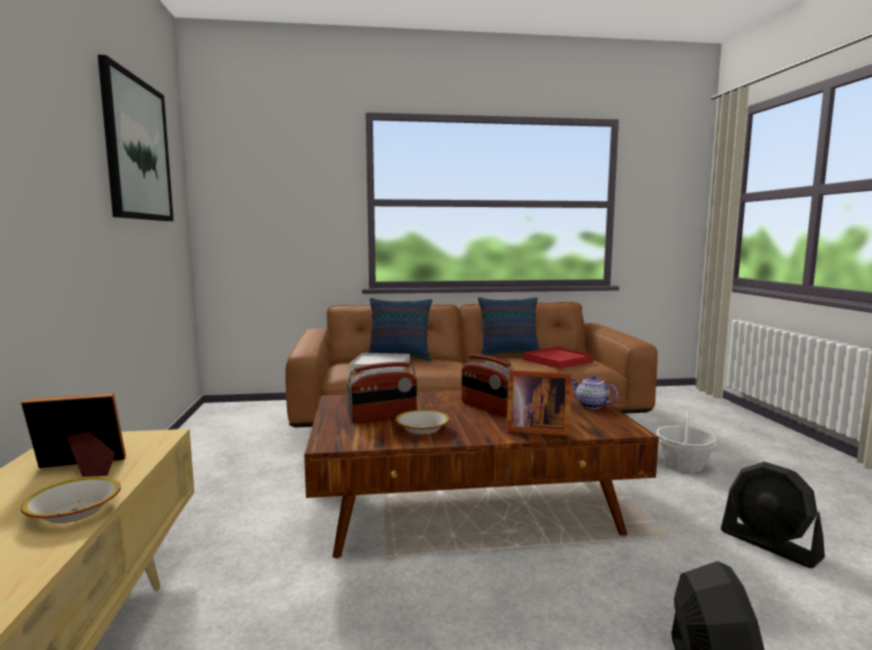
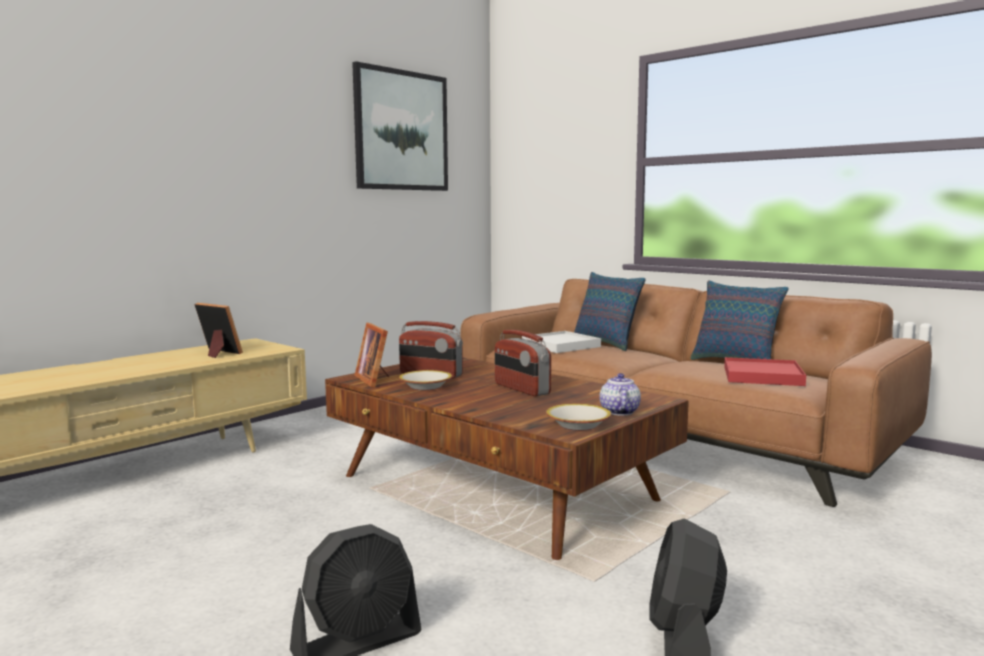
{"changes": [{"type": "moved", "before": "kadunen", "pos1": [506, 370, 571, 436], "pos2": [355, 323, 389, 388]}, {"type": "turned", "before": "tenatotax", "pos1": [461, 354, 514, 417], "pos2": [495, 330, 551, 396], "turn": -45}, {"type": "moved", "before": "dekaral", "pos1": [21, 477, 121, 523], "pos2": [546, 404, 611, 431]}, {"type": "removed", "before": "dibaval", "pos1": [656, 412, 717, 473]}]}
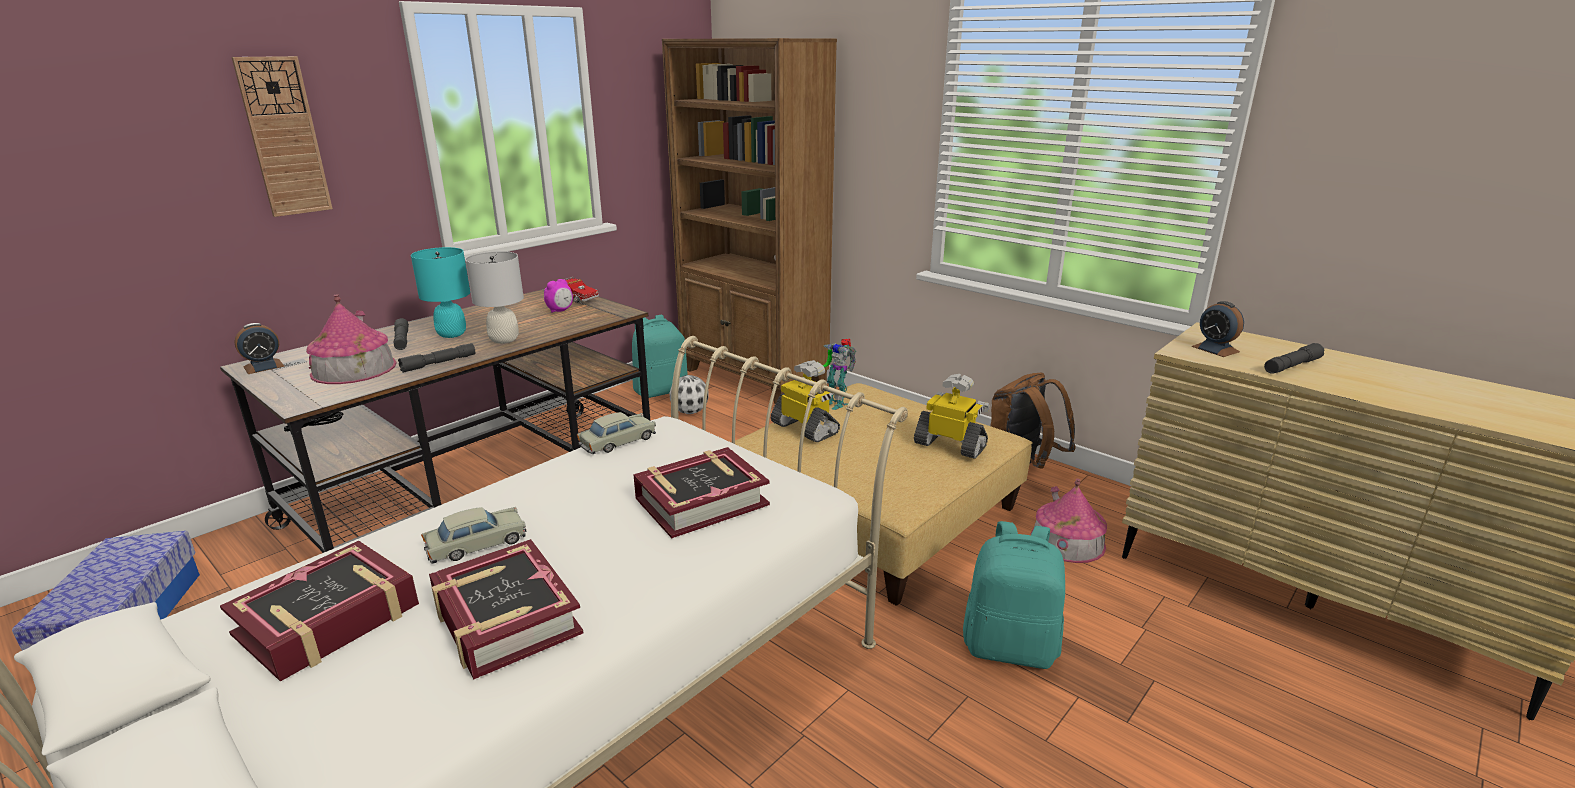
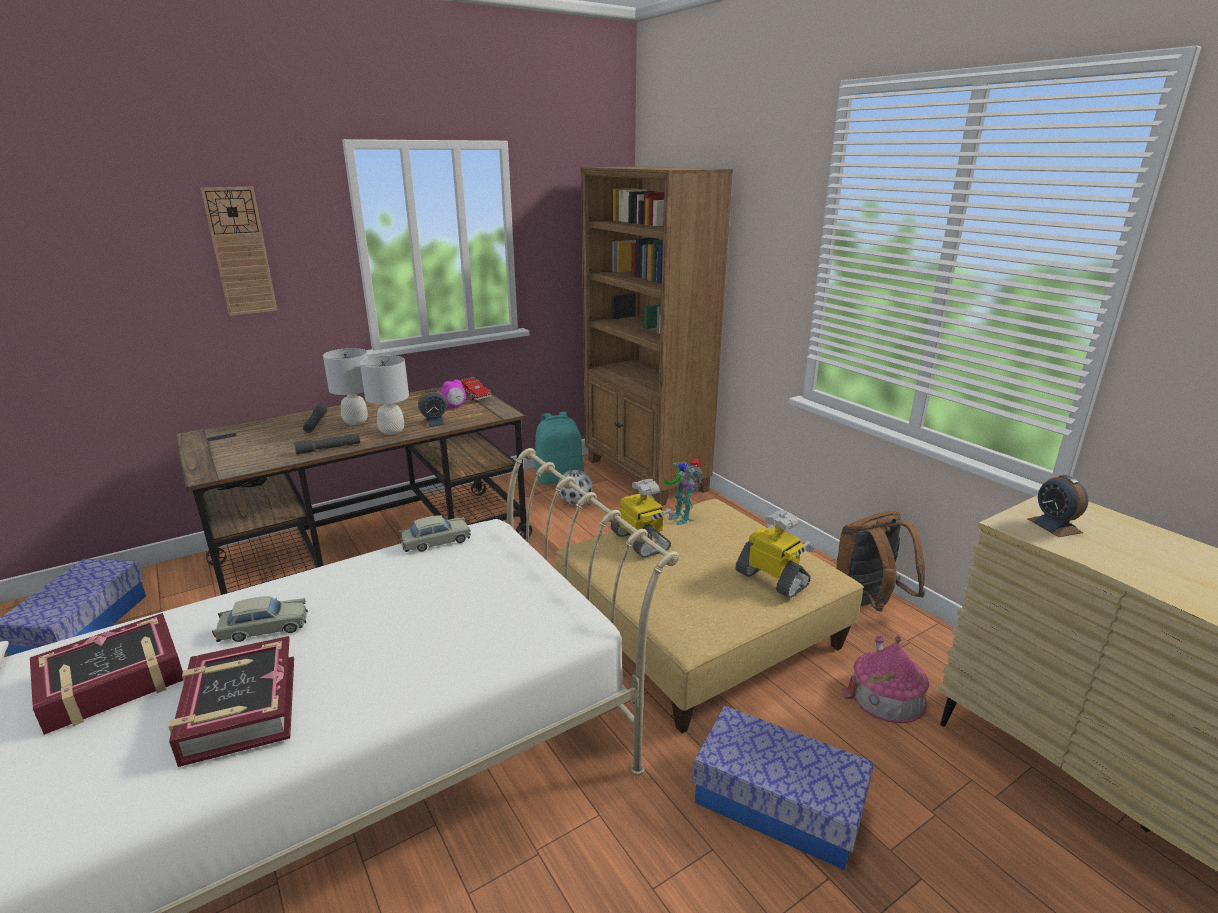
{"changes": [{"type": "recoloured", "before": "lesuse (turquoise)", "after": "lesuse (grey)", "pos1": [411, 247, 470, 338], "pos2": [323, 348, 368, 425]}, {"type": "moved", "before": "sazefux", "pos1": [234, 323, 285, 374], "pos2": [418, 389, 449, 428]}, {"type": "replaced", "before": "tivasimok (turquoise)", "after": "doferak", "pos1": [963, 521, 1065, 669], "pos2": [692, 705, 874, 870]}, {"type": "removed", "before": "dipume", "pos1": [306, 294, 397, 384]}, {"type": "removed", "before": "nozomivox", "pos1": [633, 447, 770, 538]}, {"type": "removed", "before": "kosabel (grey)", "pos1": [1264, 343, 1324, 374]}]}
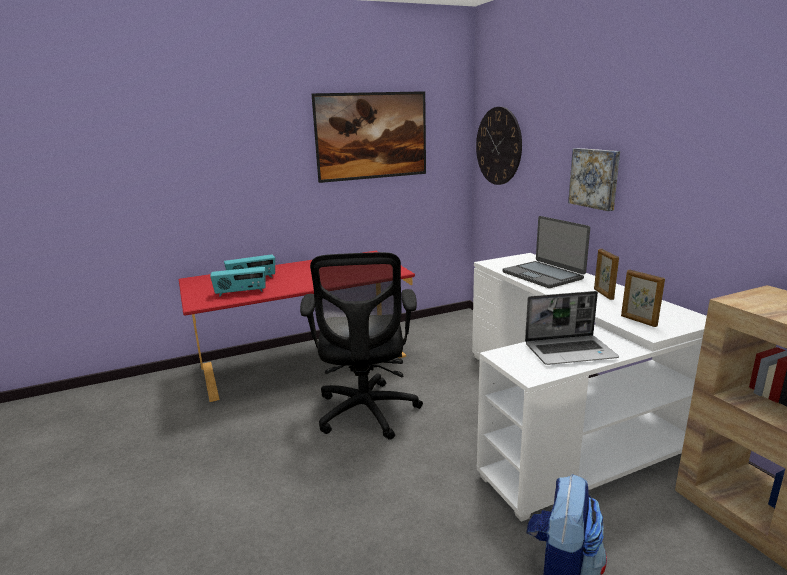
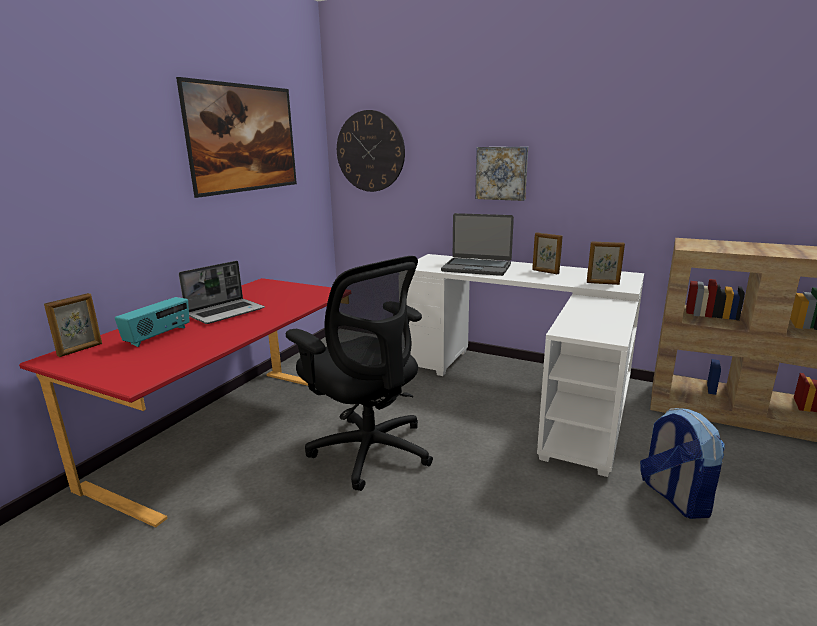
{"changes": [{"type": "added", "after": "kadunen", "pos2": [44, 293, 102, 357]}, {"type": "moved", "before": "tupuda", "pos1": [525, 291, 619, 365], "pos2": [179, 261, 265, 324]}, {"type": "removed", "before": "tenatotax", "pos1": [210, 267, 266, 297]}]}
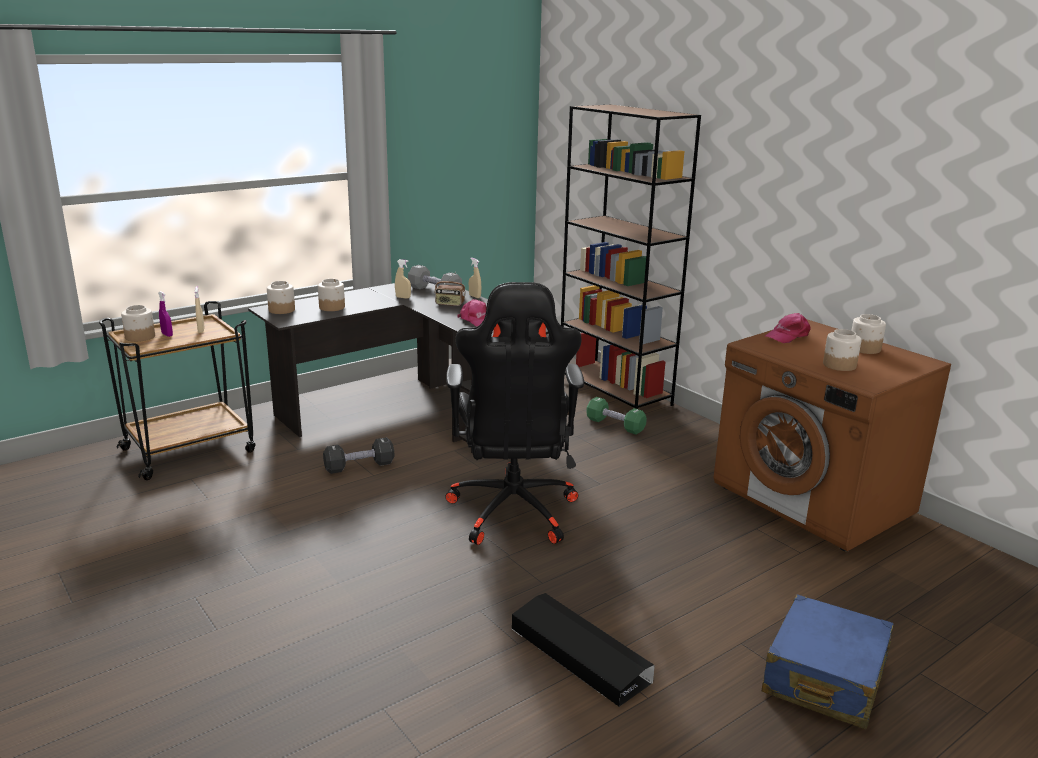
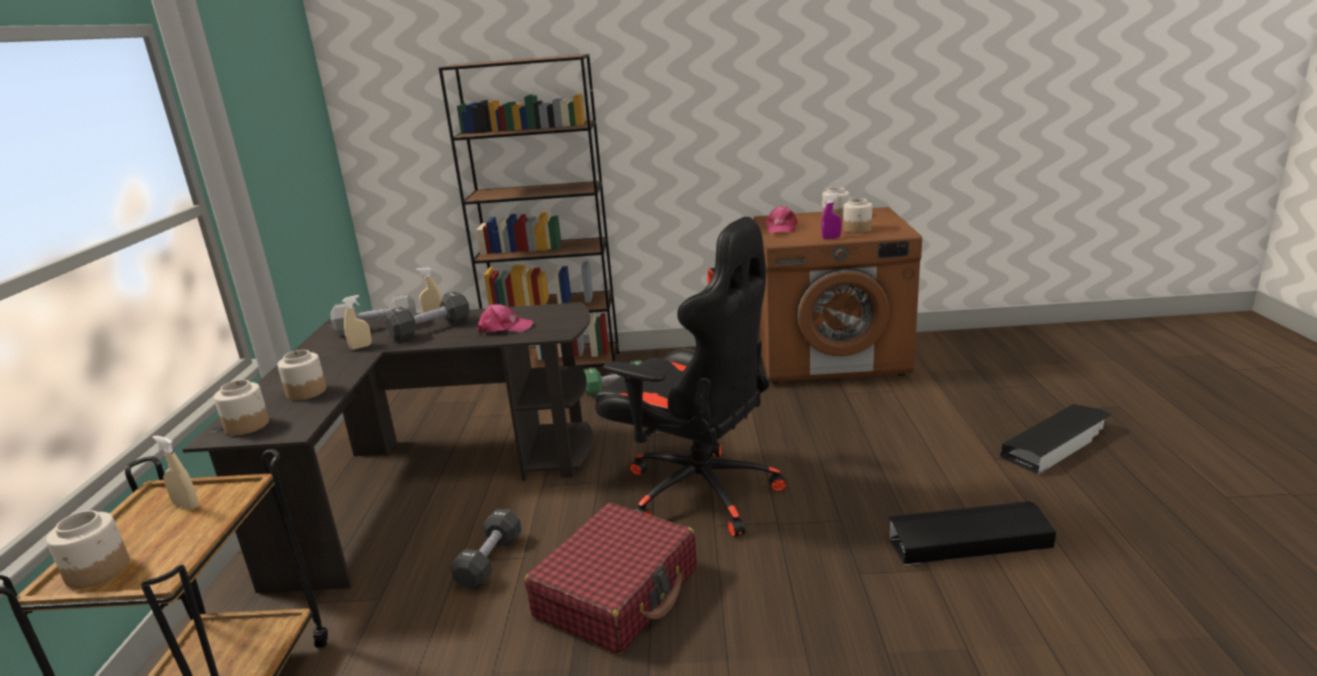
{"changes": [{"type": "replaced", "before": "tenatotax", "after": "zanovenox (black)", "pos1": [434, 272, 466, 306], "pos2": [385, 291, 470, 342]}, {"type": "added", "after": "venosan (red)", "pos2": [525, 503, 697, 655]}, {"type": "moved", "before": "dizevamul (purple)", "pos1": [158, 291, 173, 337], "pos2": [821, 193, 842, 239]}, {"type": "replaced", "before": "venosan (blue)", "after": "doferak (black)", "pos1": [762, 594, 894, 729], "pos2": [1000, 404, 1112, 474]}]}
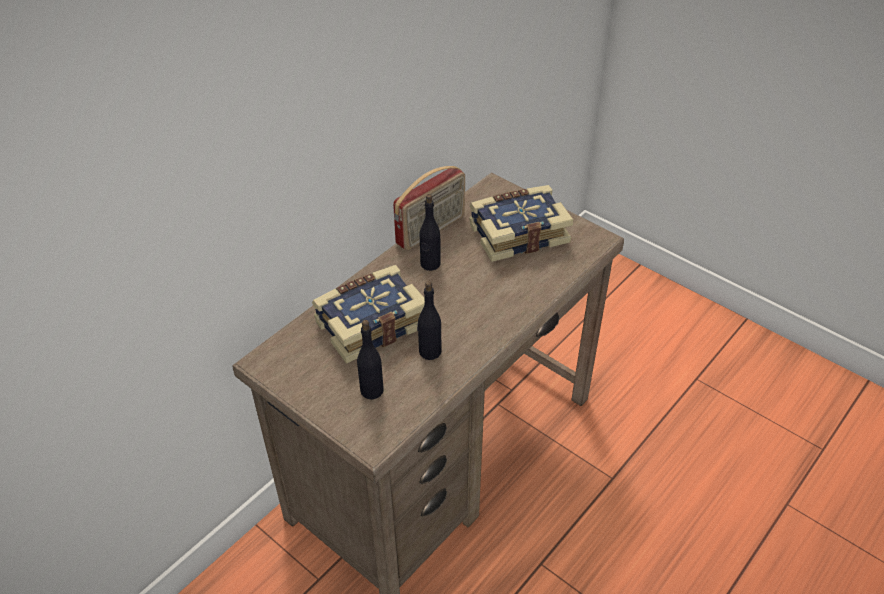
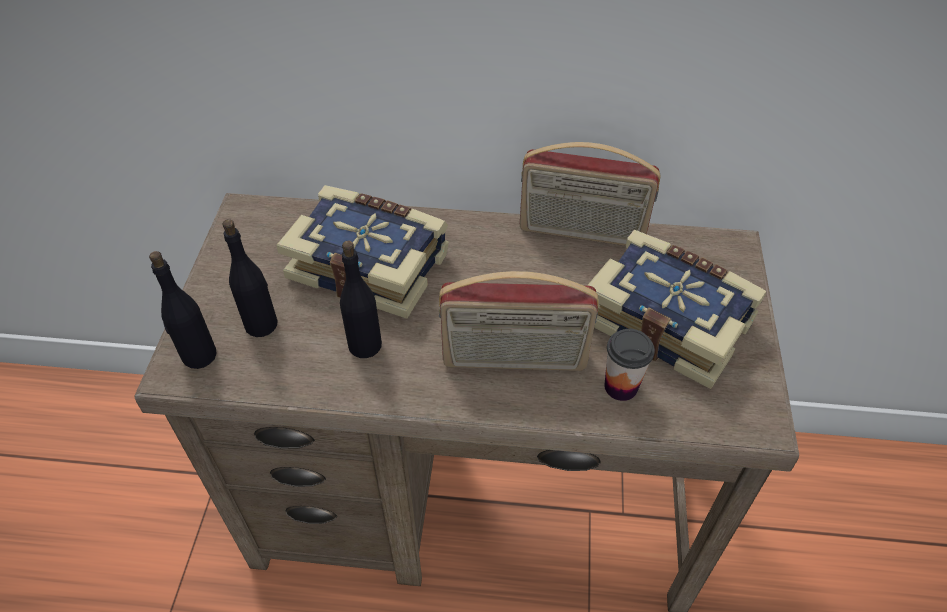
{"changes": [{"type": "moved", "before": "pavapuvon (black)", "pos1": [420, 194, 441, 271], "pos2": [149, 251, 217, 369]}, {"type": "added", "after": "tenatotax", "pos2": [439, 271, 599, 371]}, {"type": "added", "after": "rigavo", "pos2": [604, 329, 655, 401]}]}
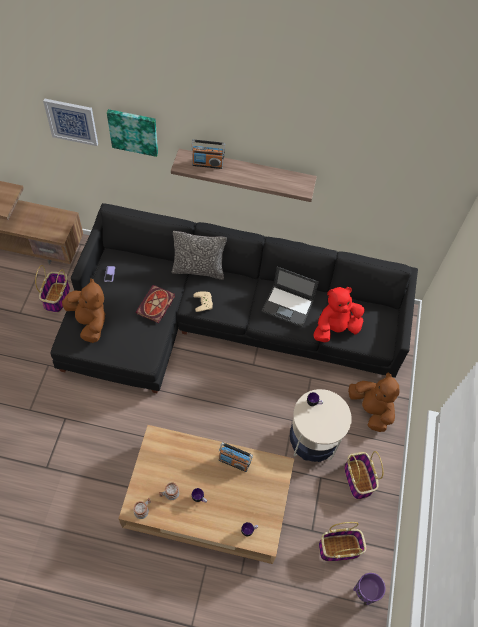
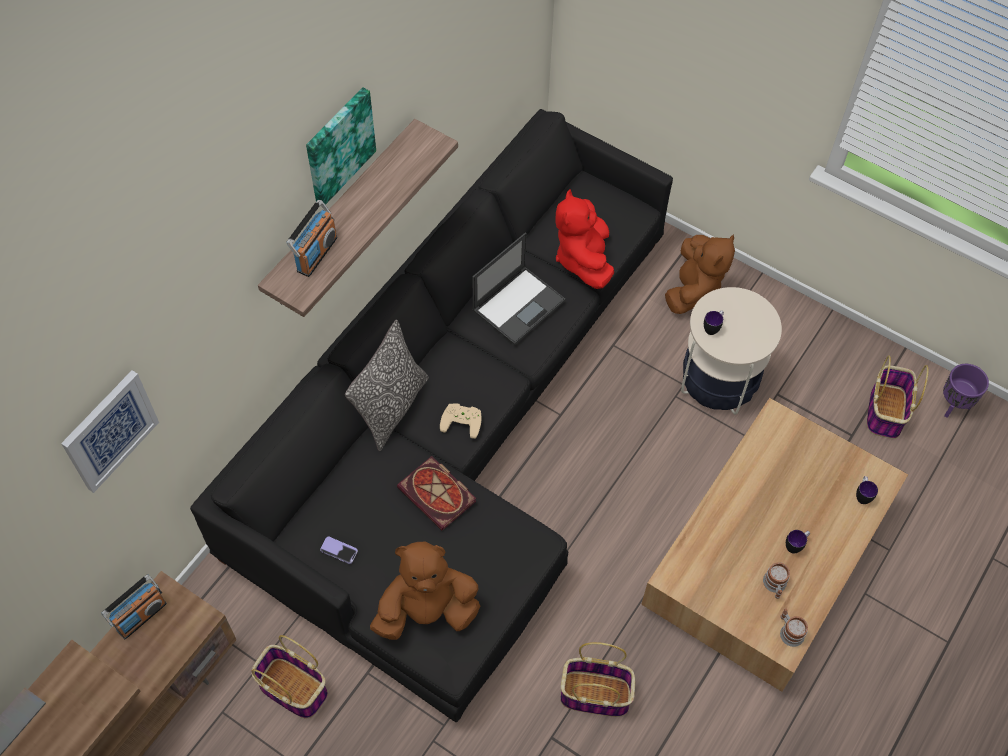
{"changes": [{"type": "moved", "before": "tenatotax", "pos1": [219, 442, 253, 472], "pos2": [102, 574, 167, 639]}, {"type": "moved", "before": "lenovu", "pos1": [107, 109, 158, 157], "pos2": [306, 87, 376, 206]}, {"type": "moved", "before": "dibaval", "pos1": [344, 451, 384, 500], "pos2": [560, 642, 635, 717]}, {"type": "turned", "before": "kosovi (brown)", "pos1": [348, 372, 399, 432], "pos2": [665, 234, 735, 314], "turn": 120}]}
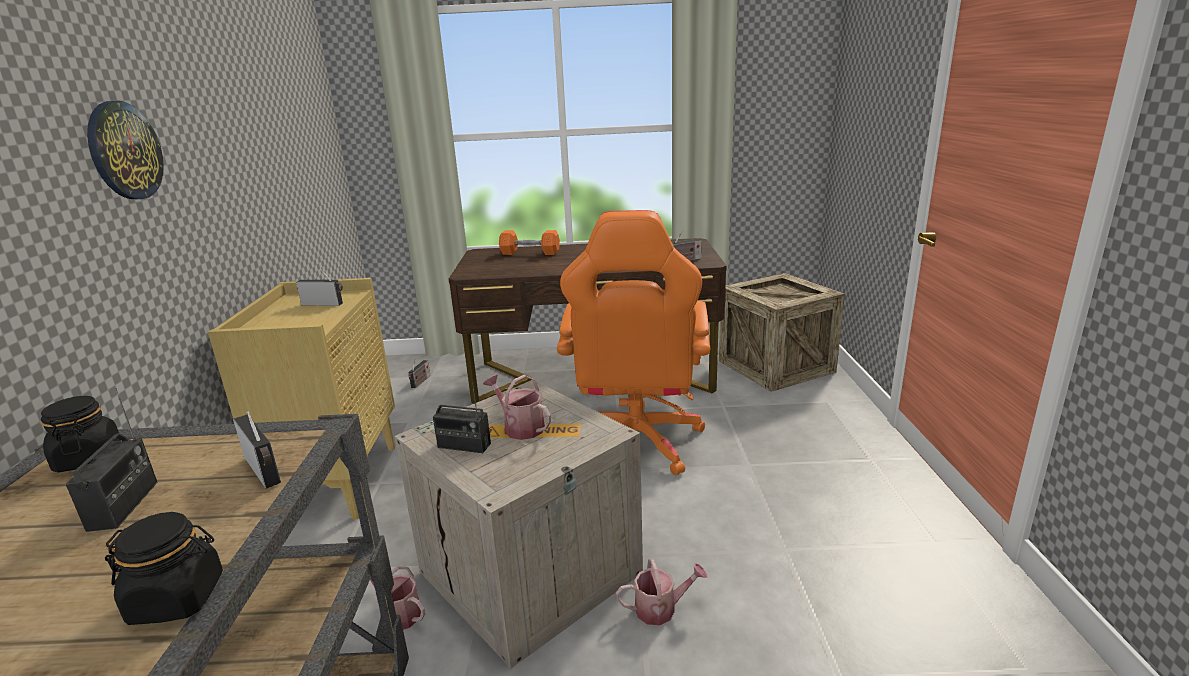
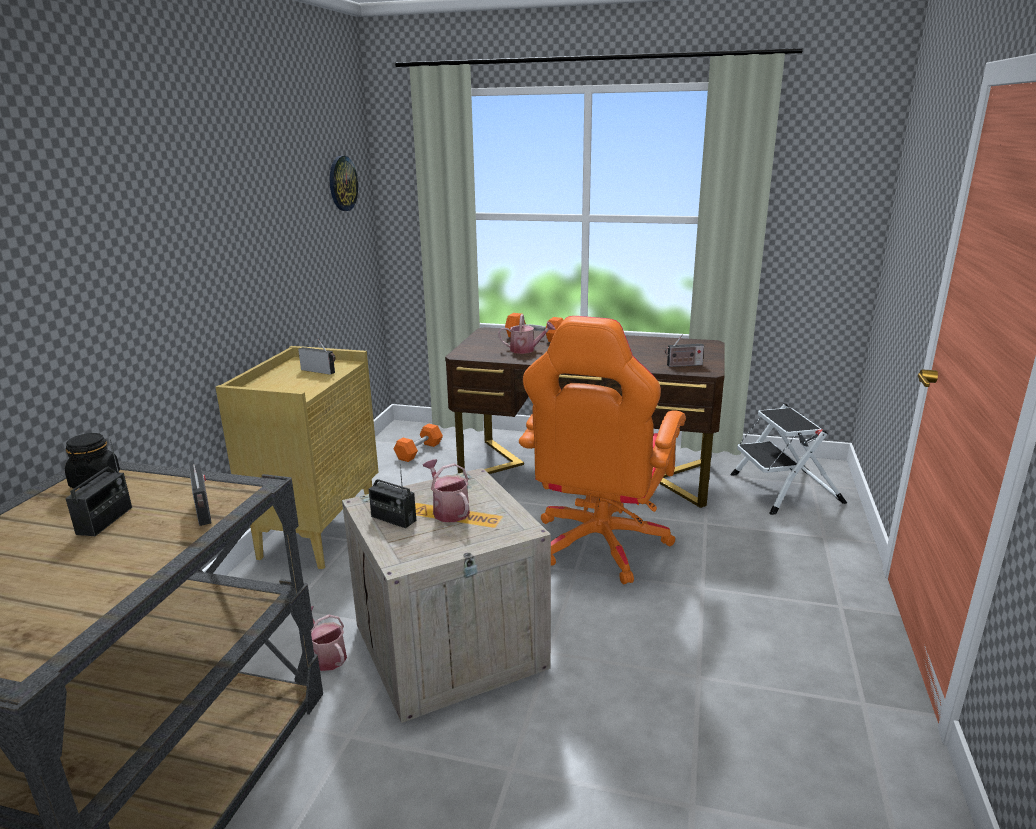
{"changes": [{"type": "moved", "before": "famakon", "pos1": [87, 101, 164, 199], "pos2": [330, 156, 358, 211]}, {"type": "replaced", "before": "tenatotax", "after": "zanovenox (orange)", "pos1": [409, 359, 430, 388], "pos2": [394, 424, 443, 462]}, {"type": "moved", "before": "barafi", "pos1": [616, 559, 707, 625], "pos2": [498, 314, 556, 354]}, {"type": "replaced", "before": "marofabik", "after": "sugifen", "pos1": [719, 273, 845, 392], "pos2": [730, 403, 847, 515]}, {"type": "removed", "before": "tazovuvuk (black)", "pos1": [105, 512, 223, 625]}]}
